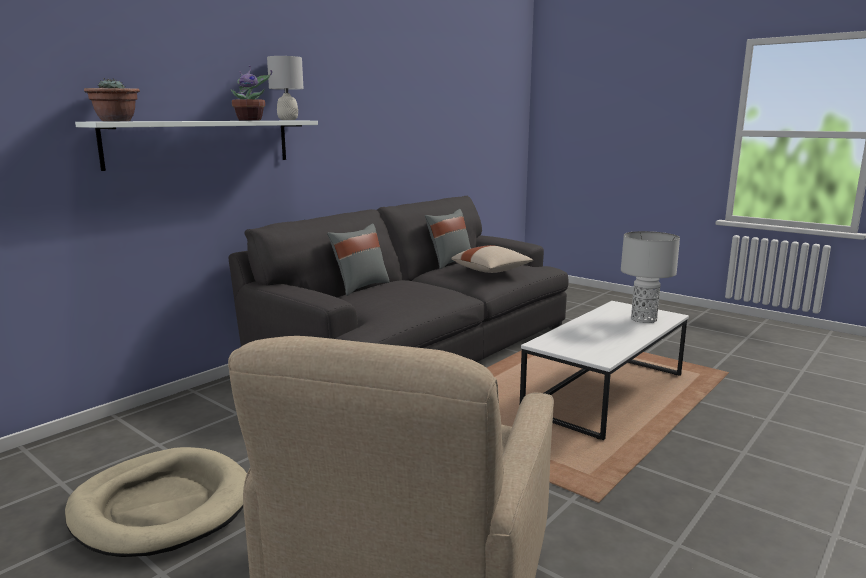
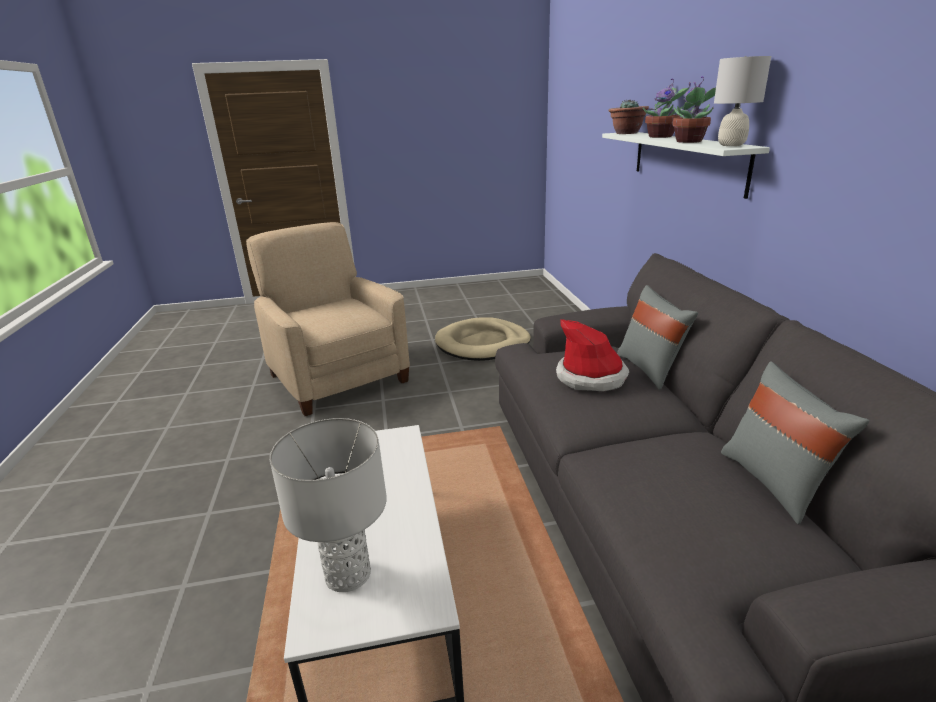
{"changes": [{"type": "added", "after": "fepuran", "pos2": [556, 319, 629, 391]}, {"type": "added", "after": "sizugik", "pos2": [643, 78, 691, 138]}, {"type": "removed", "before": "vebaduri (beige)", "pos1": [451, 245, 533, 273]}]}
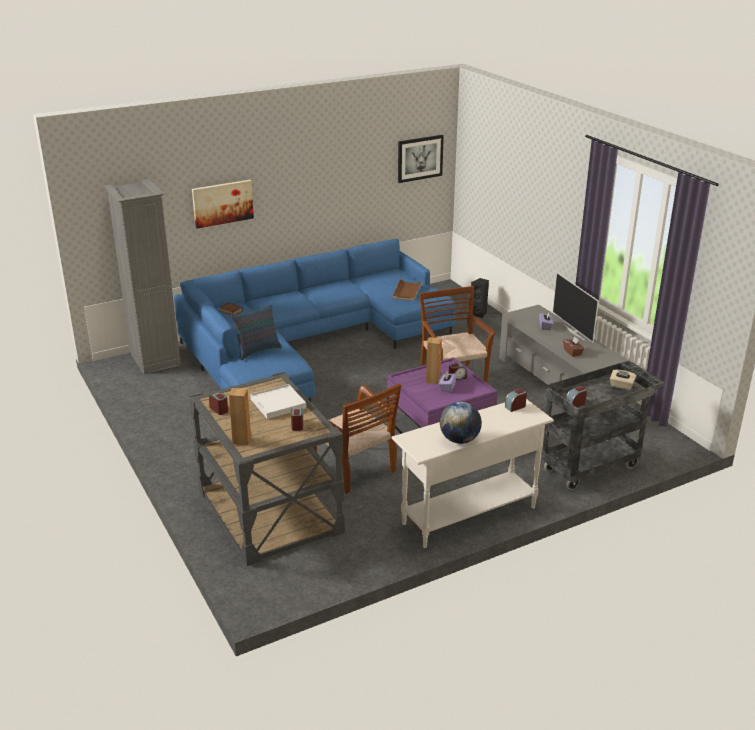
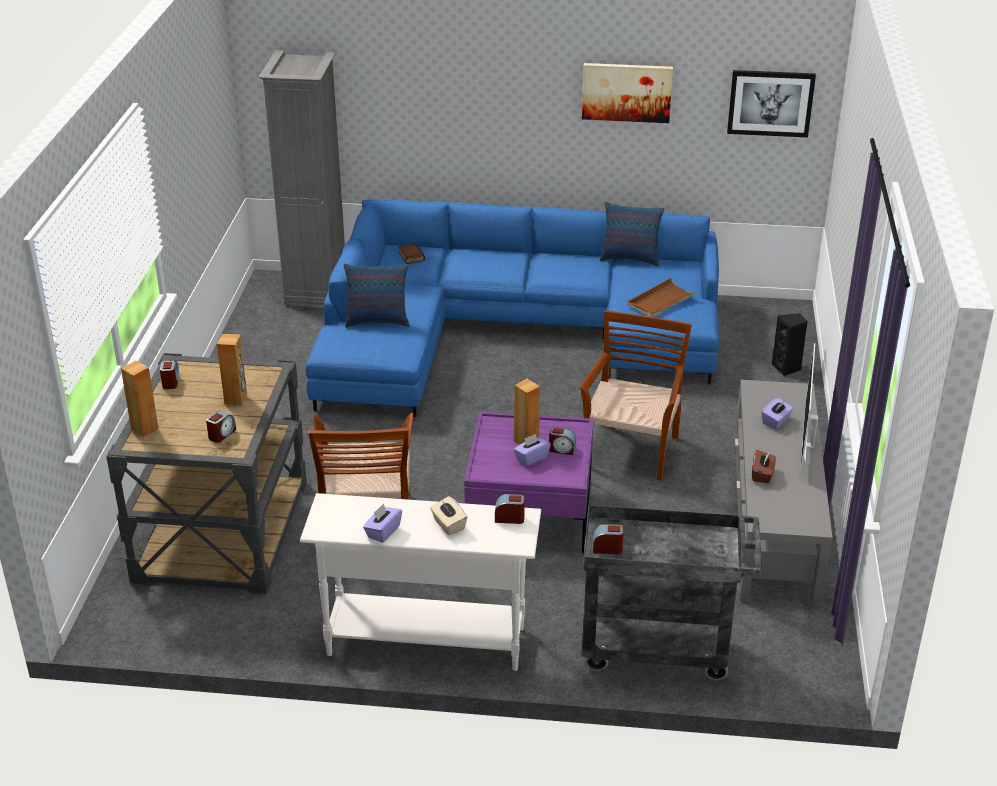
{"changes": [{"type": "replaced", "before": "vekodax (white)", "after": "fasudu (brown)", "pos1": [250, 384, 306, 419], "pos2": [217, 334, 247, 405]}, {"type": "replaced", "before": "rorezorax", "after": "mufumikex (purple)", "pos1": [440, 402, 482, 444], "pos2": [363, 504, 402, 543]}, {"type": "moved", "before": "mufumikex (beige)", "pos1": [610, 370, 636, 390], "pos2": [430, 496, 467, 535]}, {"type": "moved", "before": "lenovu", "pos1": [192, 180, 254, 229], "pos2": [582, 63, 673, 123]}, {"type": "added", "after": "vebaduri (blue)", "pos2": [600, 202, 665, 266]}]}
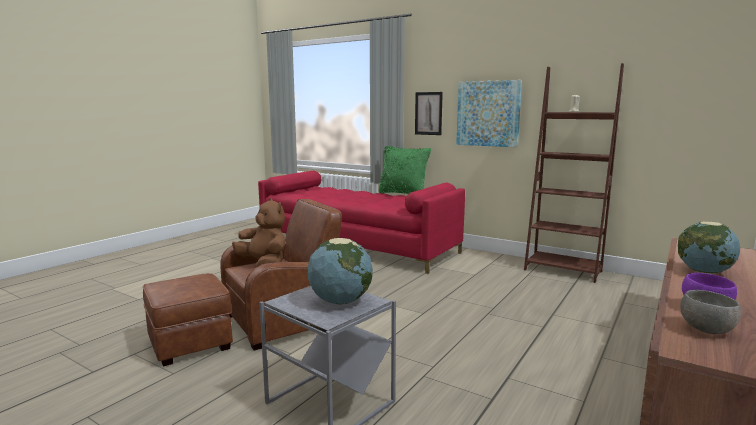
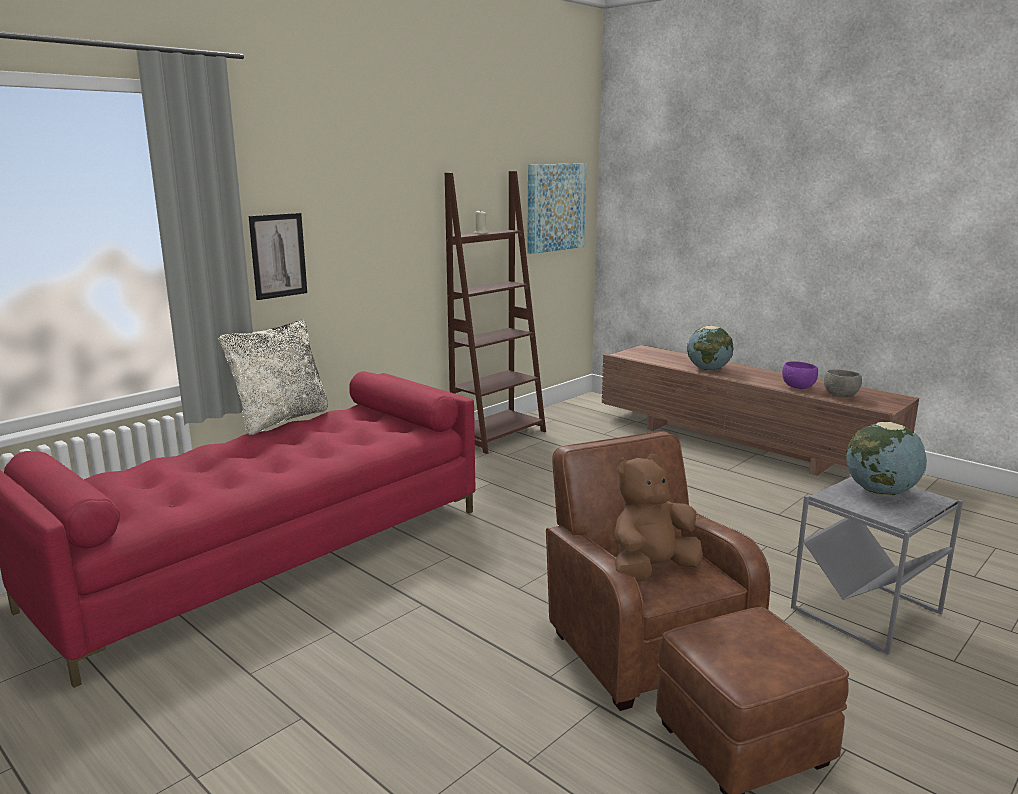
{"changes": [{"type": "recoloured", "before": "vebaduri (green)", "after": "vebaduri (beige)", "pos1": [379, 146, 432, 194], "pos2": [218, 320, 328, 435]}, {"type": "moved", "before": "lenovu", "pos1": [456, 80, 522, 147], "pos2": [527, 163, 587, 254]}]}
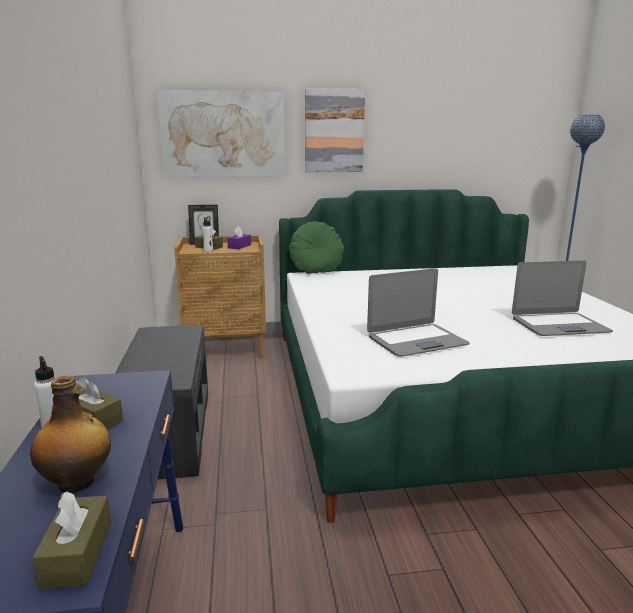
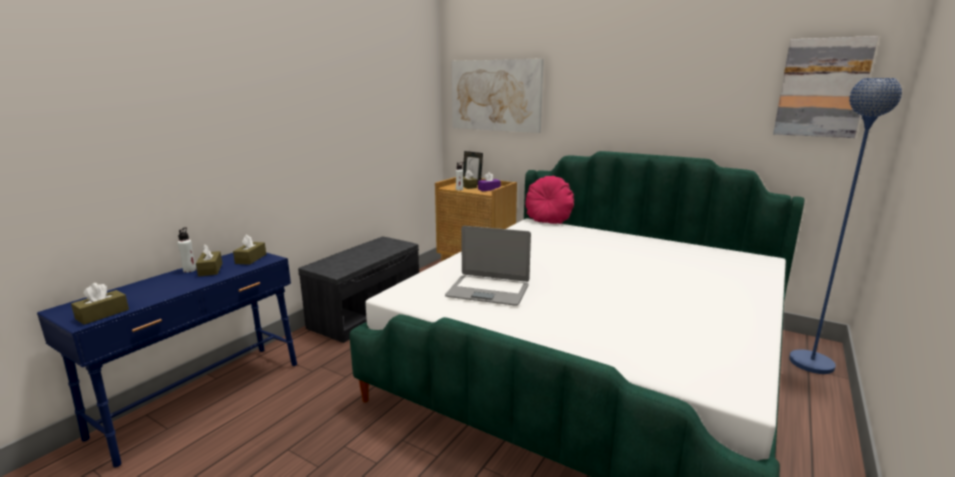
{"changes": [{"type": "added", "after": "mufumikex (brown)", "pos2": [233, 234, 266, 265]}, {"type": "recoloured", "before": "vebaduri (green)", "after": "vebaduri (pink)", "pos1": [289, 221, 344, 274], "pos2": [526, 176, 574, 224]}, {"type": "moved", "before": "lenovu", "pos1": [305, 88, 365, 172], "pos2": [773, 36, 878, 138]}, {"type": "removed", "before": "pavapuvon", "pos1": [30, 375, 111, 493]}, {"type": "removed", "before": "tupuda", "pos1": [512, 260, 613, 336]}]}
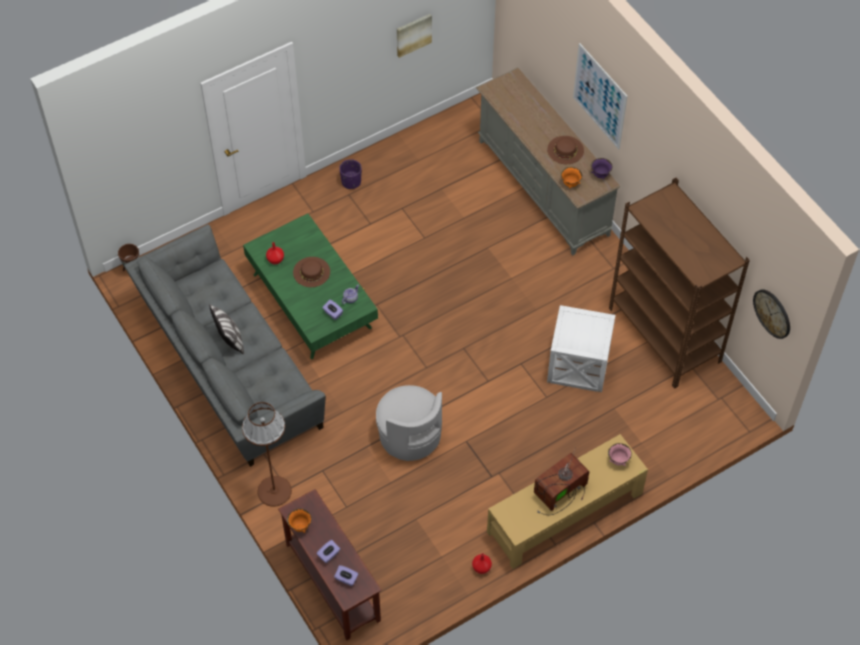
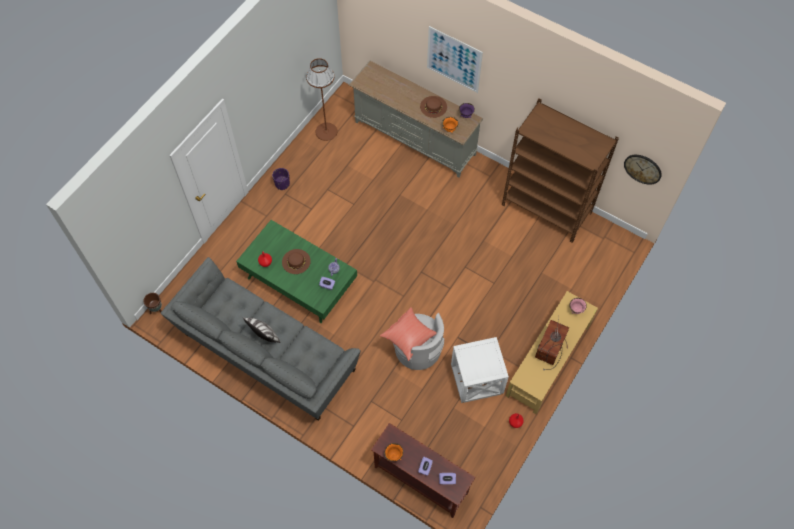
{"changes": [{"type": "moved", "before": "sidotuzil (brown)", "pos1": [242, 402, 292, 507], "pos2": [306, 58, 338, 141]}, {"type": "added", "after": "vebaduri (red)", "pos2": [380, 307, 437, 361]}, {"type": "moved", "before": "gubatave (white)", "pos1": [547, 305, 615, 392], "pos2": [451, 337, 509, 403]}, {"type": "removed", "before": "lenovu", "pos1": [397, 14, 432, 58]}]}
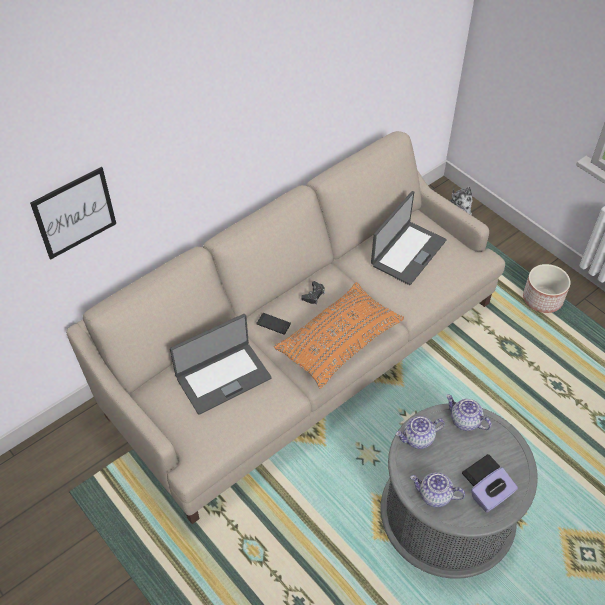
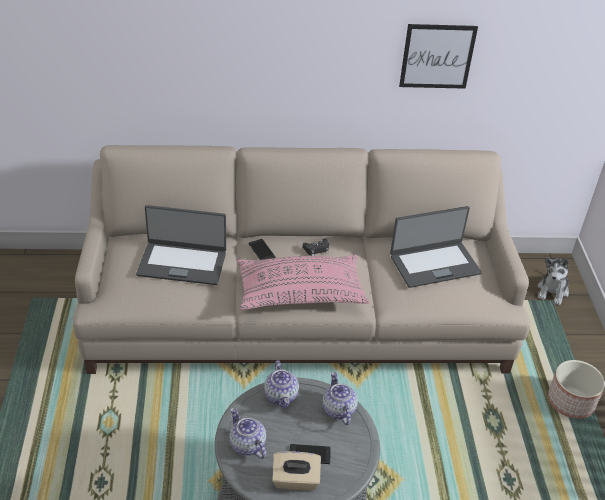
{"changes": [{"type": "recoloured", "before": "vebaduri (orange)", "after": "vebaduri (pink)", "pos1": [274, 282, 404, 389], "pos2": [237, 255, 369, 310]}, {"type": "turned", "before": "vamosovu", "pos1": [396, 416, 445, 449], "pos2": [264, 360, 299, 408], "turn": -120}, {"type": "recoloured", "before": "mufumikex (purple)", "after": "mufumikex (beige)", "pos1": [471, 467, 518, 512], "pos2": [272, 452, 321, 491]}, {"type": "moved", "before": "lenovu", "pos1": [30, 167, 116, 259], "pos2": [399, 24, 478, 89]}]}
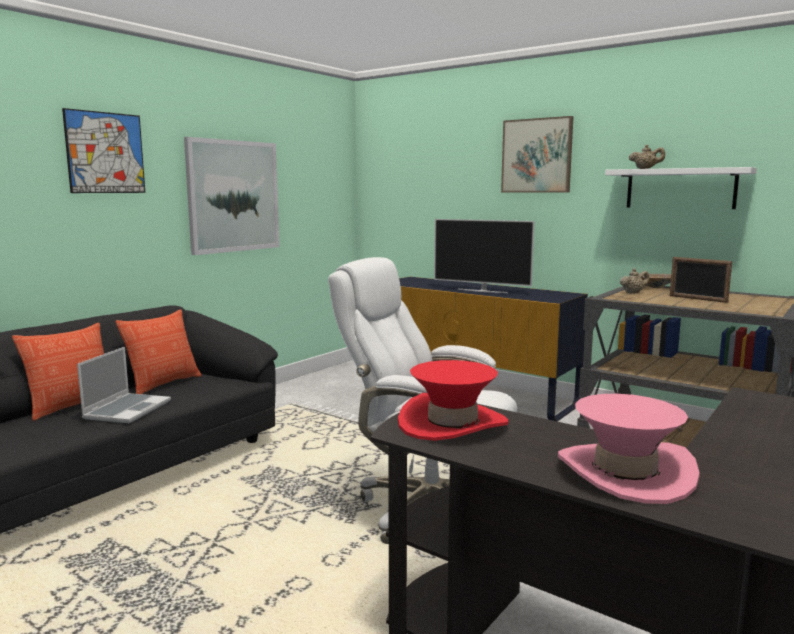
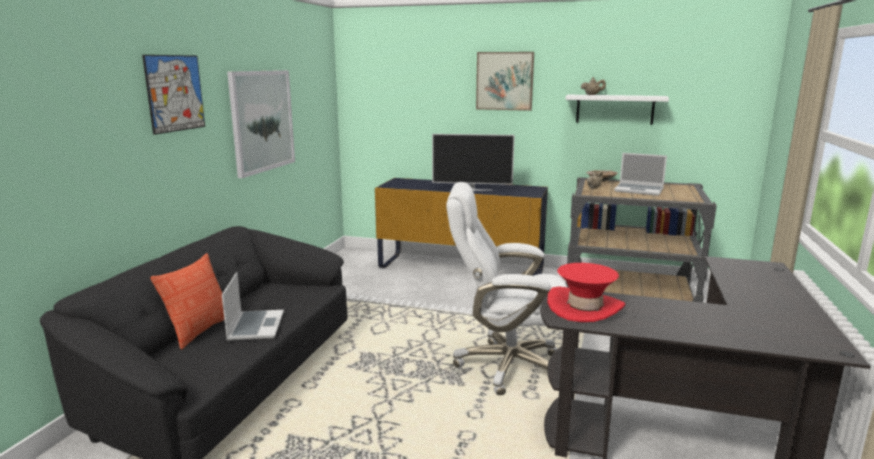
{"changes": [{"type": "replaced", "before": "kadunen", "after": "tupuda", "pos1": [670, 257, 732, 303], "pos2": [614, 153, 667, 196]}, {"type": "removed", "before": "vebaduri (orange)", "pos1": [116, 309, 201, 394]}, {"type": "removed", "before": "fepuran (pink)", "pos1": [558, 394, 700, 504]}]}
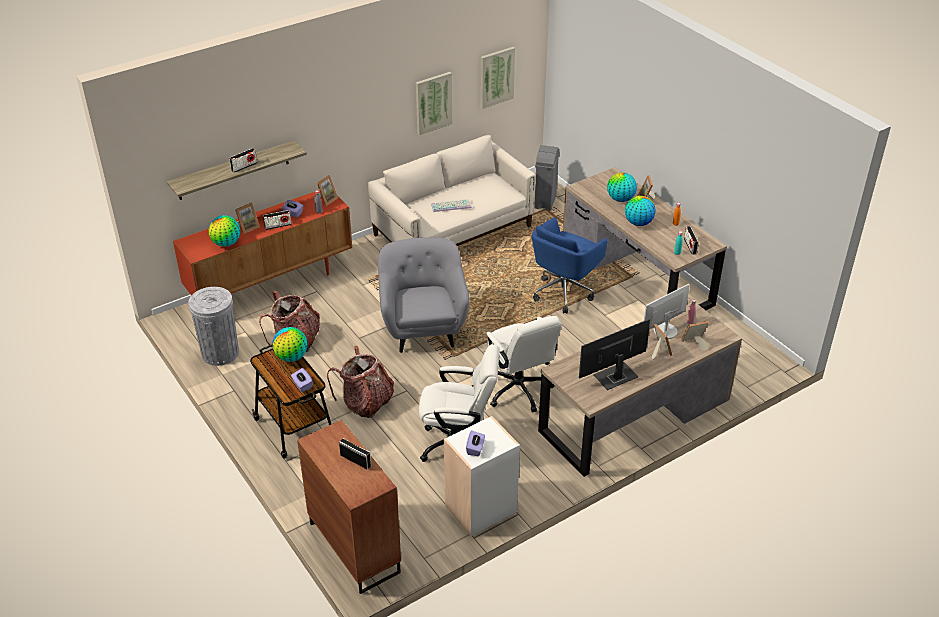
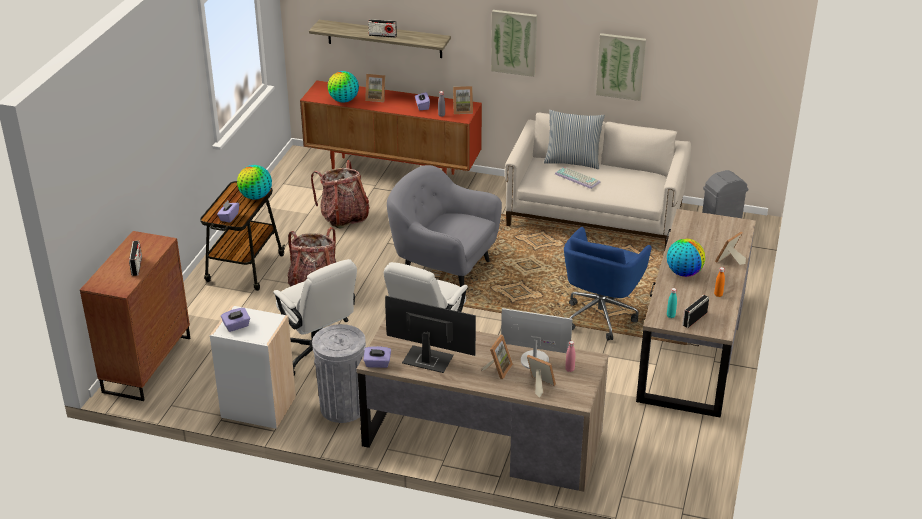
{"changes": [{"type": "moved", "before": "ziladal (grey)", "pos1": [189, 287, 239, 366], "pos2": [312, 324, 366, 423]}, {"type": "added", "after": "mufumikex (purple)", "pos2": [363, 346, 391, 368]}, {"type": "turned", "before": "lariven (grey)", "pos1": [378, 237, 470, 353], "pos2": [387, 165, 502, 287], "turn": -105}, {"type": "moved", "before": "lenovu", "pos1": [480, 47, 515, 109], "pos2": [491, 10, 537, 77]}, {"type": "added", "after": "vebaduri", "pos2": [544, 110, 605, 169]}, {"type": "turned", "before": "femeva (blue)", "pos1": [532, 217, 607, 313], "pos2": [564, 227, 651, 341], "turn": -60}, {"type": "removed", "before": "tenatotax", "pos1": [263, 210, 292, 230]}, {"type": "removed", "before": "rorezorax", "pos1": [607, 172, 637, 202]}]}
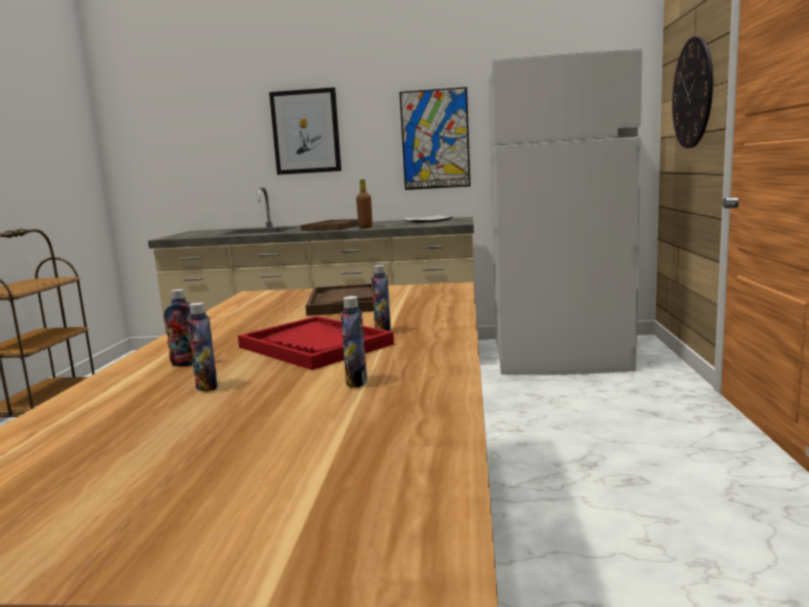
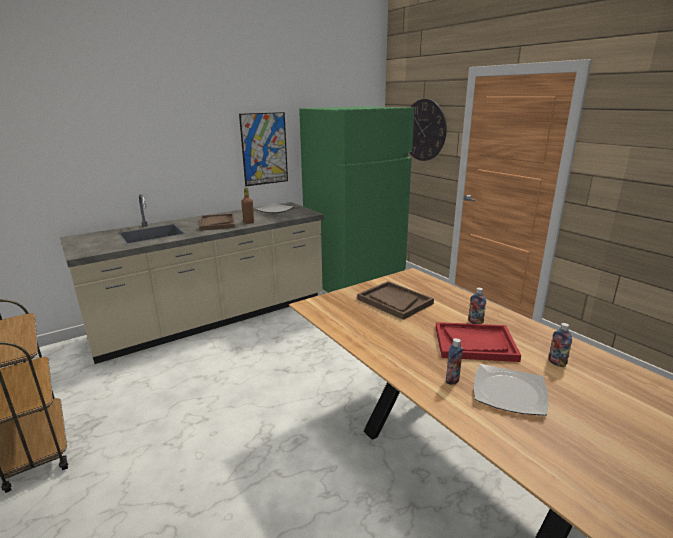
{"changes": [{"type": "recoloured", "before": "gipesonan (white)", "after": "gipesonan (green)", "pos1": [488, 49, 642, 375], "pos2": [299, 107, 414, 293]}, {"type": "replaced", "before": "pavapuvon", "after": "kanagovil", "pos1": [187, 302, 218, 392], "pos2": [473, 364, 549, 416]}, {"type": "removed", "before": "lenovu", "pos1": [269, 87, 341, 175]}]}
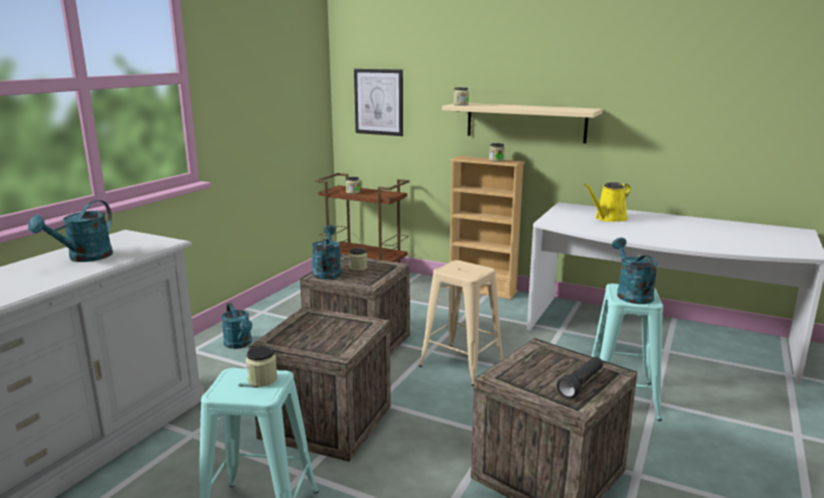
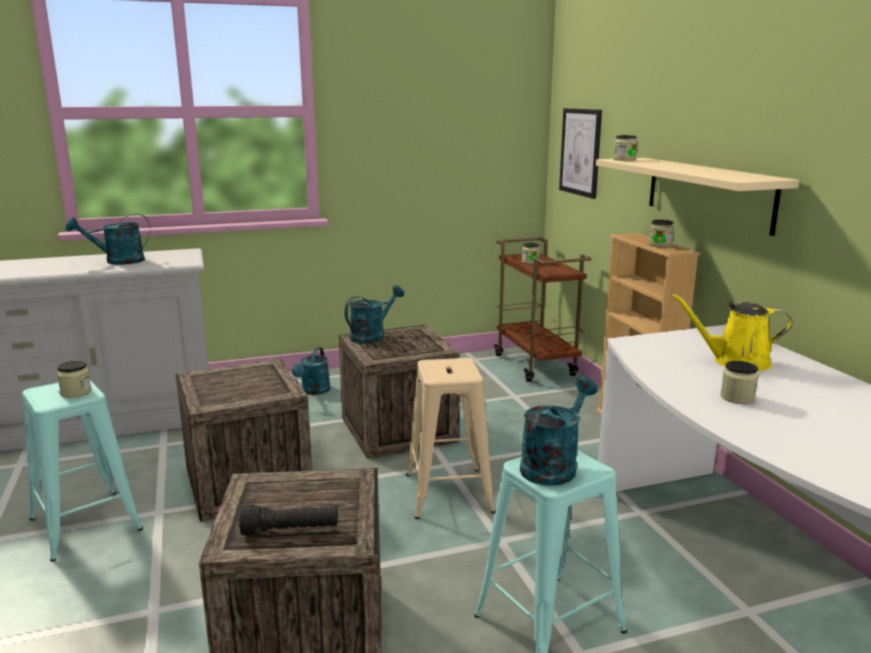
{"changes": [{"type": "moved", "before": "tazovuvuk", "pos1": [349, 248, 367, 271], "pos2": [720, 361, 758, 404]}]}
